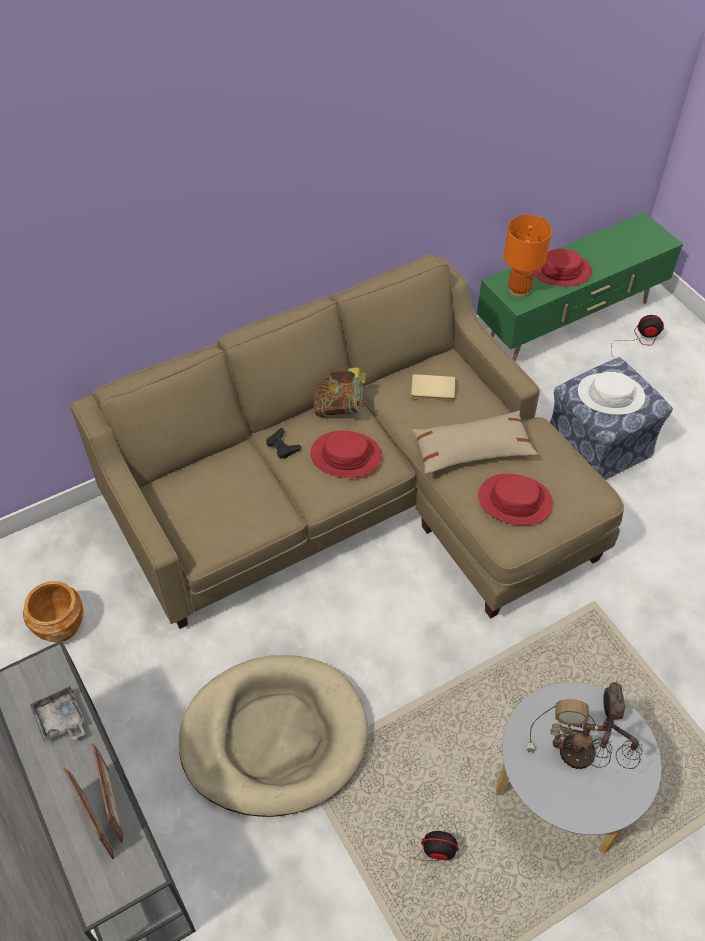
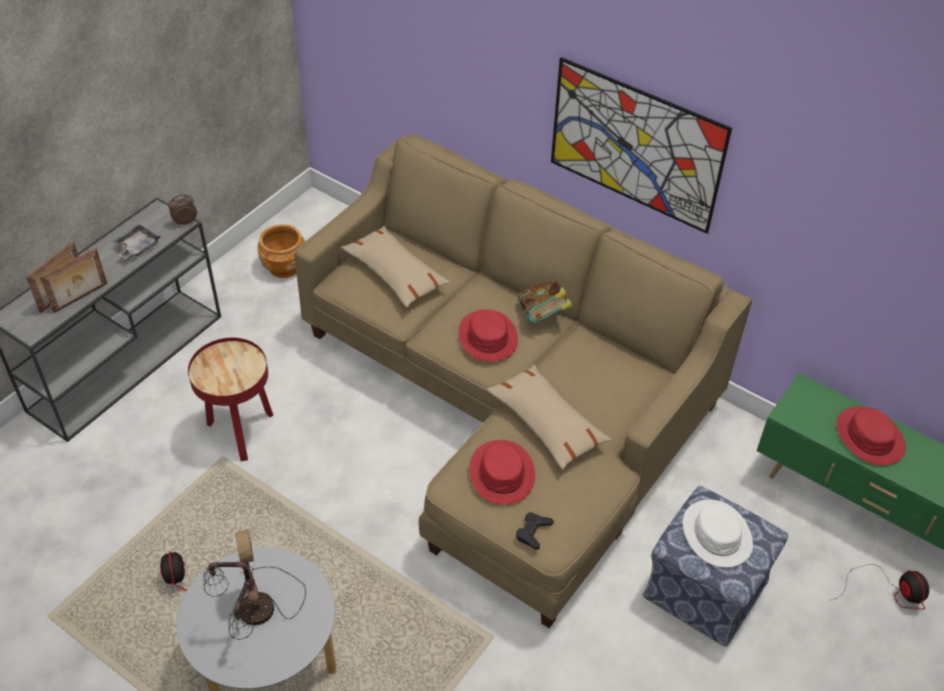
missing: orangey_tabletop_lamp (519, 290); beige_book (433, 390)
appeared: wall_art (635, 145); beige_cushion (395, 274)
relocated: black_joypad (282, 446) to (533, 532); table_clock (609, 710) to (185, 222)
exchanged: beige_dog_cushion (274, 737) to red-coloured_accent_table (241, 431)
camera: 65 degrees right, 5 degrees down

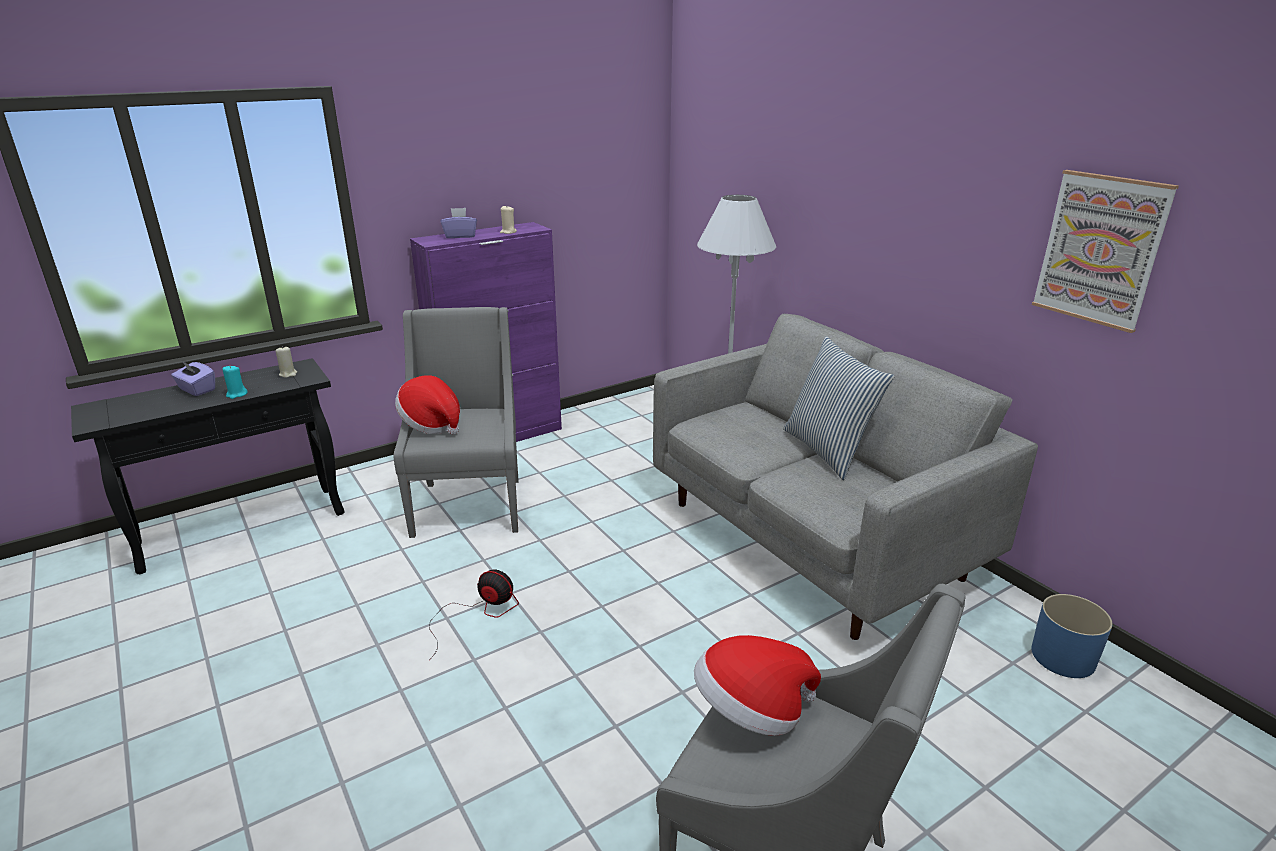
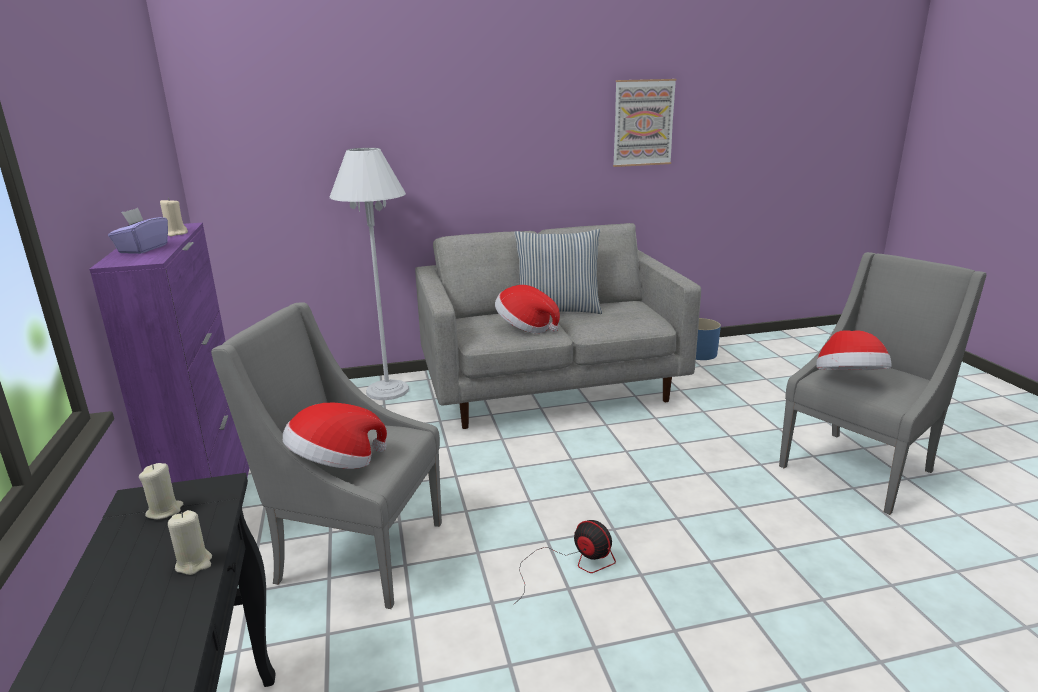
missing: purple_tissue_box (196, 390)
appeared: wearable_hat (525, 328)
colour: blue-green_wax_candle (236, 394) to beige_wax_candle (194, 563)
spun: fan (478, 614) = (571, 565) 90 degrees clockwise
camera: 70 degrees left, 5 degrees down

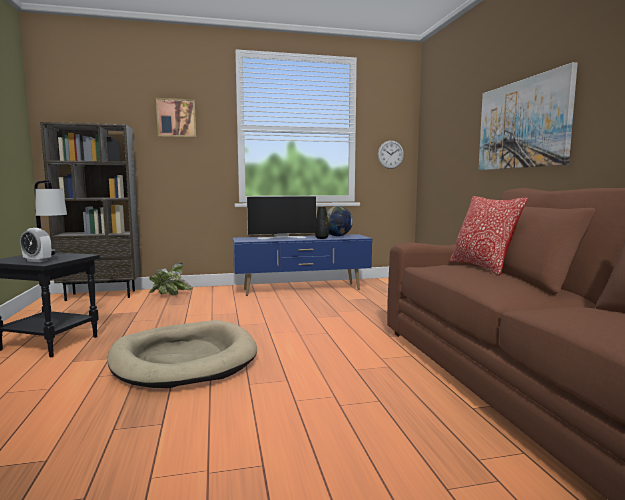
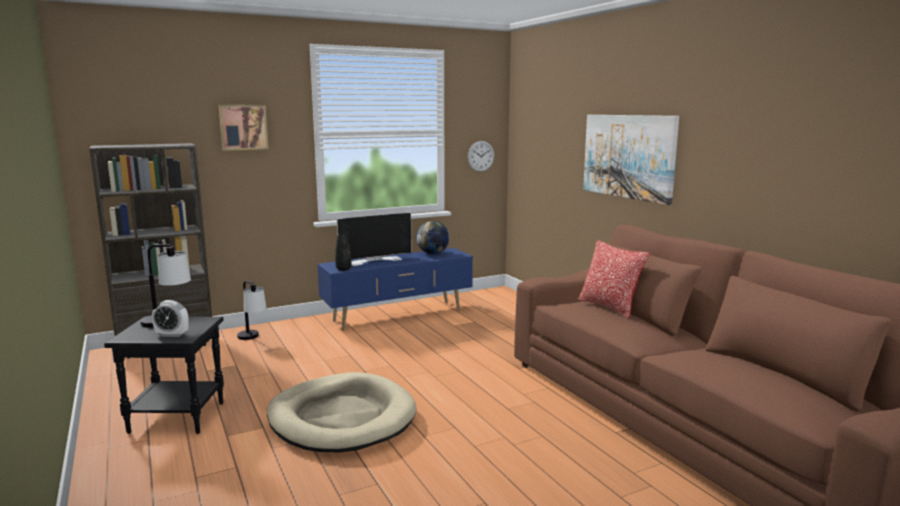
relocated: black_flower_vase (321, 238) to (343, 269)
exchanged: potted_plant (169, 296) to tabletop_lamp (253, 338)
camera: 15 degrees left, 5 degrees up

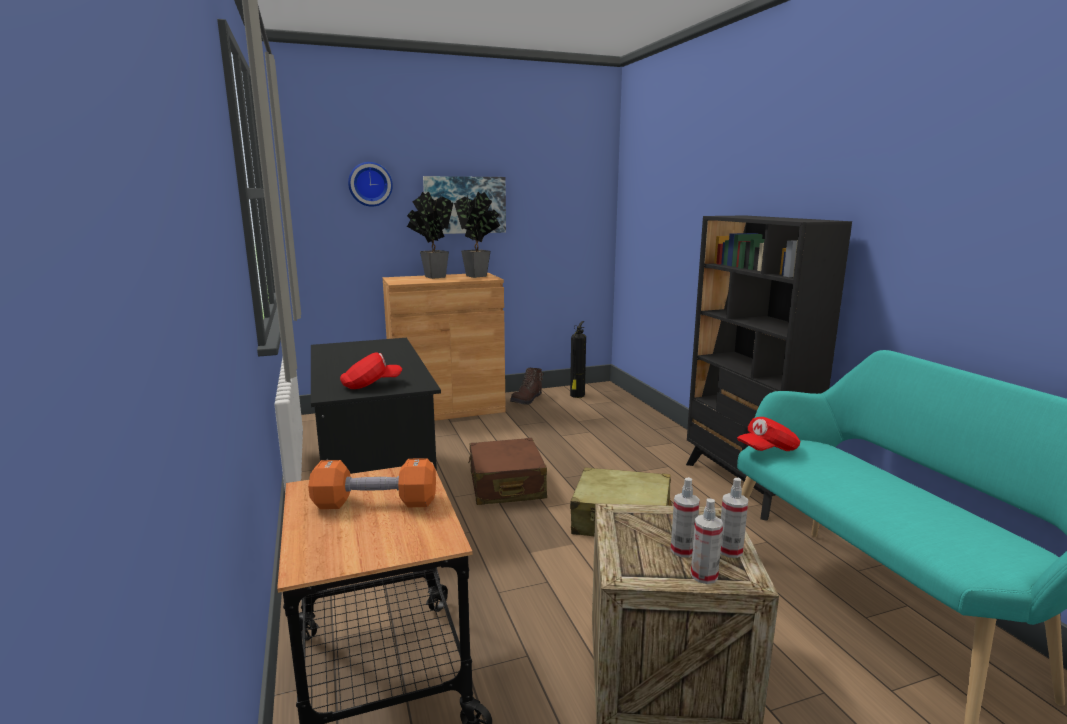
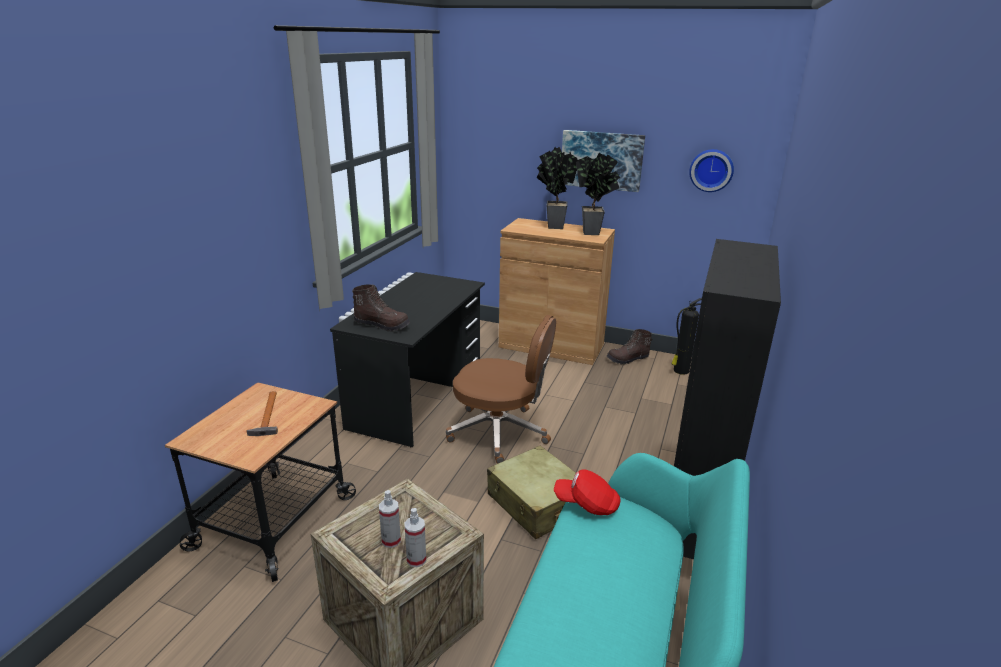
missing: hand_sprayer (704, 575)
relocated: hanging_clock (370, 184) to (711, 170)
exchanged: red-coloured_baseball_cap (371, 385) to brown-coloured_boot (382, 325); brown-coloured_piece_of_luggage (506, 485) to brown-coloured_desk_chair (500, 432); orangey_free_weight (375, 503) to hammer (267, 417)
camera: 40 degrees right, 10 degrees up

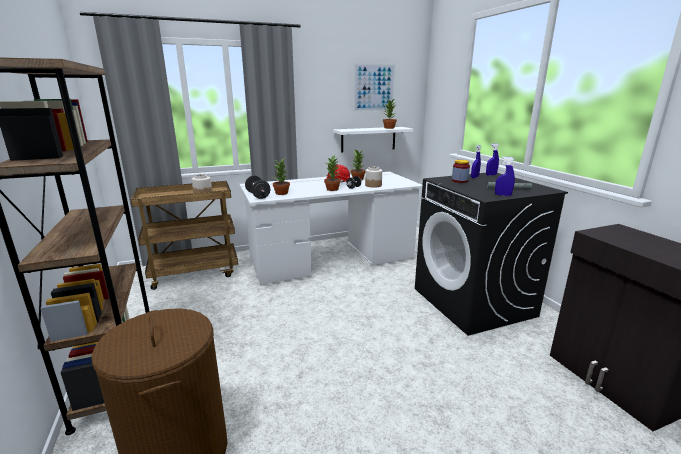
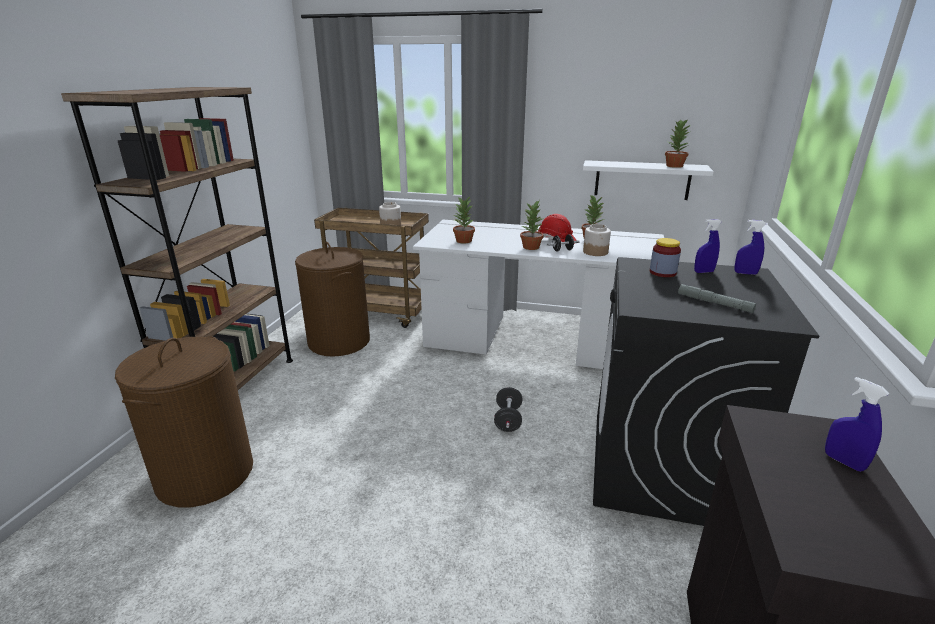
missing: wall_art (374, 87)
appeared: brown-coloured_hamper (339, 341)
relocated: blue-coloured_hand_sprayer (503, 195) to (843, 462); black_free_weight (258, 195) to (508, 420)
camera: 35 degrees right, 5 degrees up

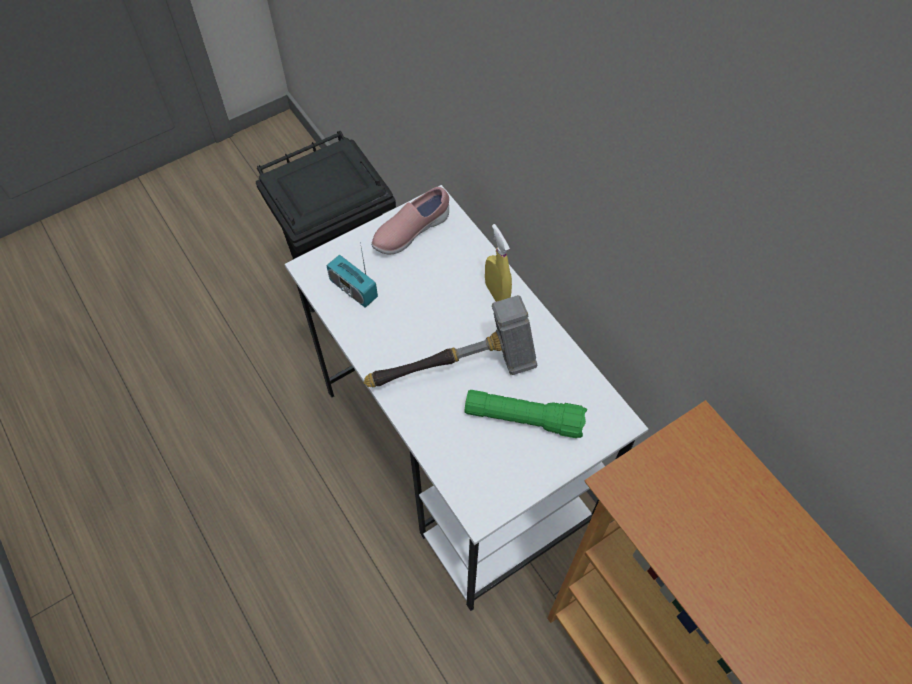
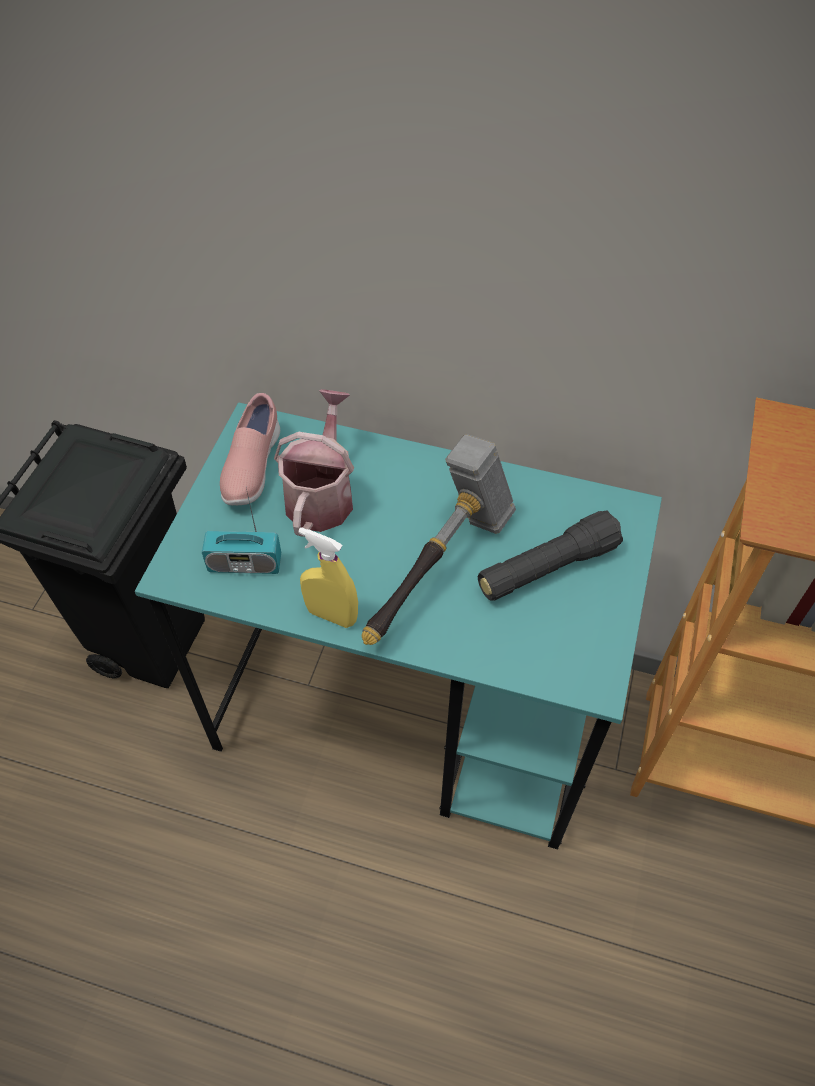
appeared: sprinkling_can (321, 494)
relocated: yellow-coloured_hand_sprayer (496, 294) to (331, 615)
colour: whitish_desk_unit (457, 458) to blue-green_desk_unit (410, 712); green-coloured_torch (523, 419) to black_torch (547, 568)
camera: 40 degrees left, 5 degrees down

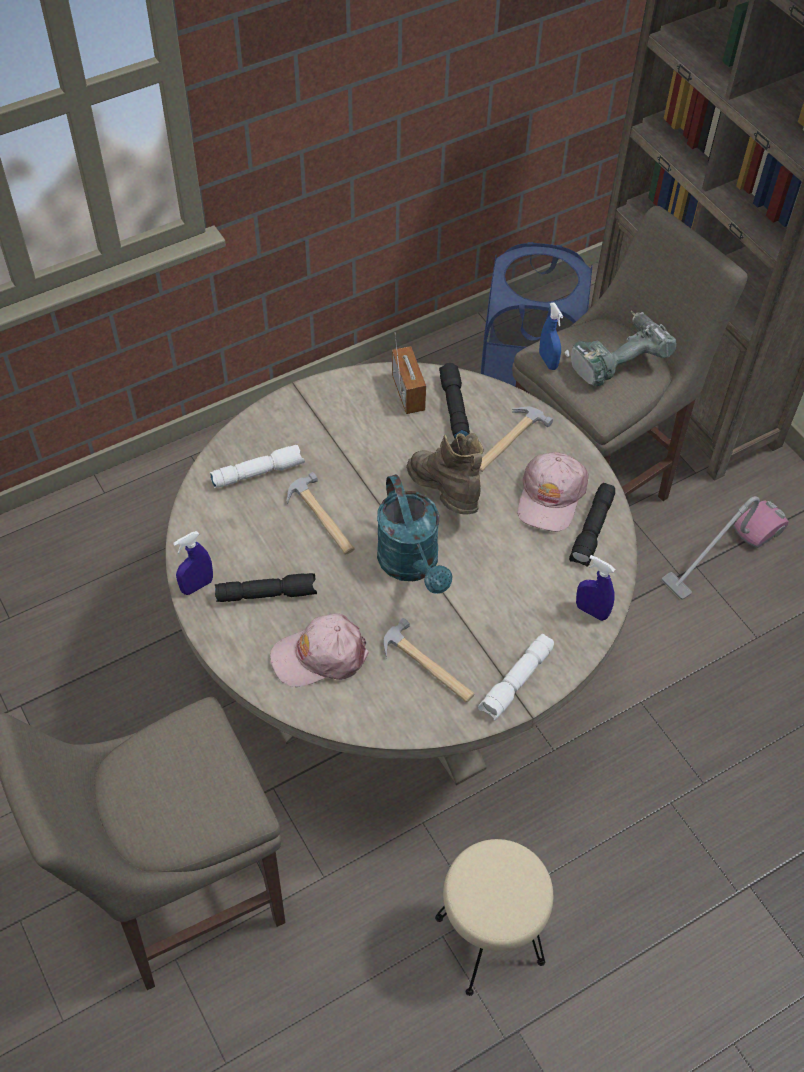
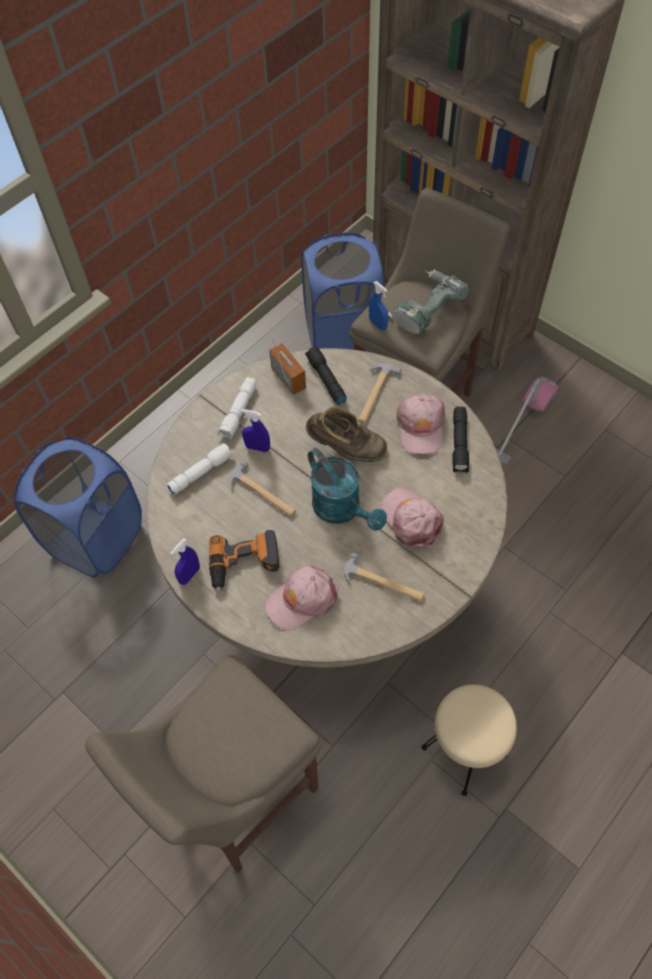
appeared: blue-coloured_hamper (97, 538); pinkish_baseball_cap (411, 519)
relocated: blue-coloured_hand_sprayer (591, 611) to (257, 447); whitish_torch (517, 682) to (239, 413)
exchanged: black_torch (267, 593) to drill (244, 564)
spun: brown-coloured_boot (445, 496) = (346, 449) 150 degrees clockwise
camera: 15 degrees left, 5 degrees up

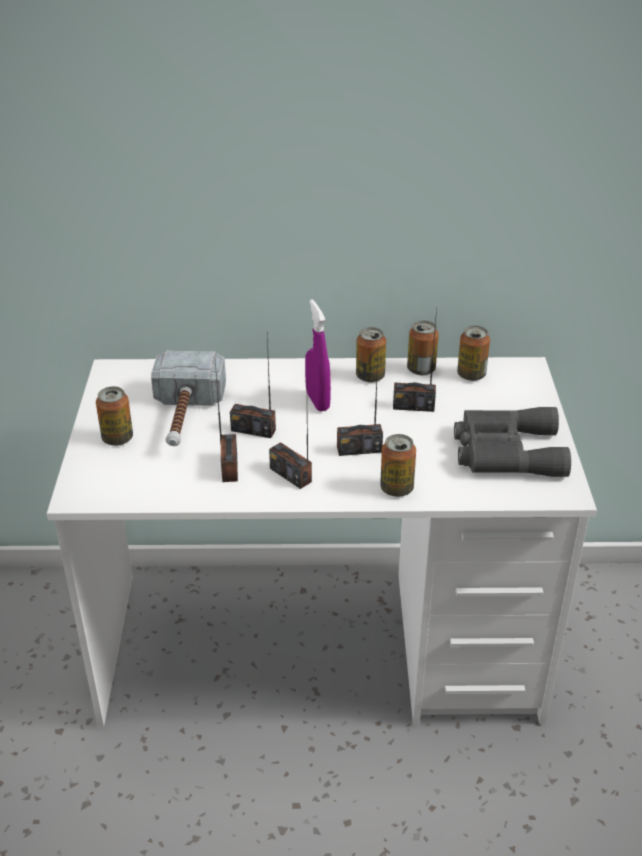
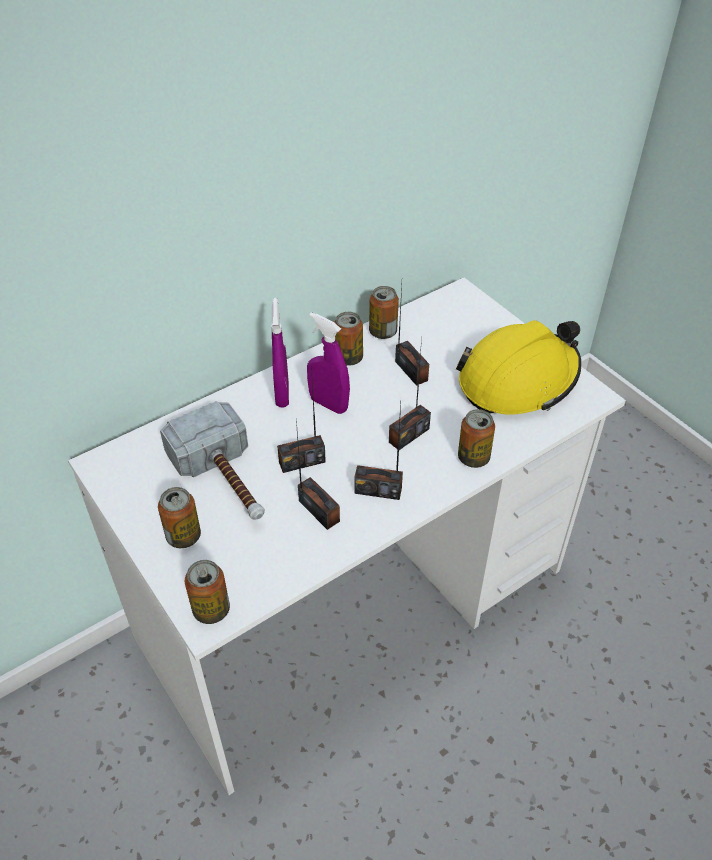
appeared: purple_hand_sprayer (282, 394)
relocated: can (471, 375) to (211, 610)
exchanged: grey_field_glasses (505, 451) to yellow-coloured_work_helmet (518, 380)
spun: radio_set (413, 406) = (411, 371) 90 degrees counterclockwise
camera: 35 degrees left, 10 degrees up

